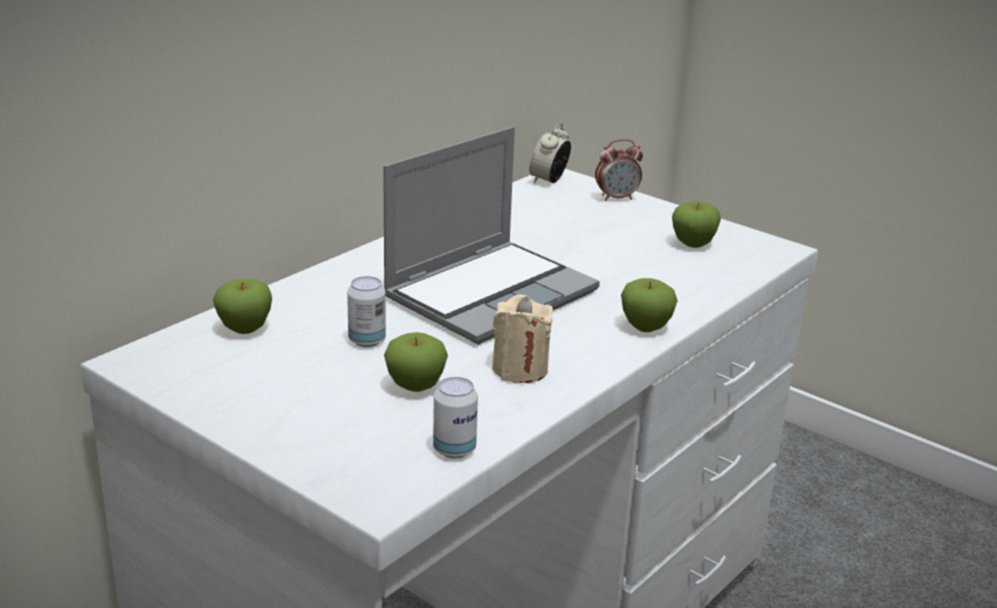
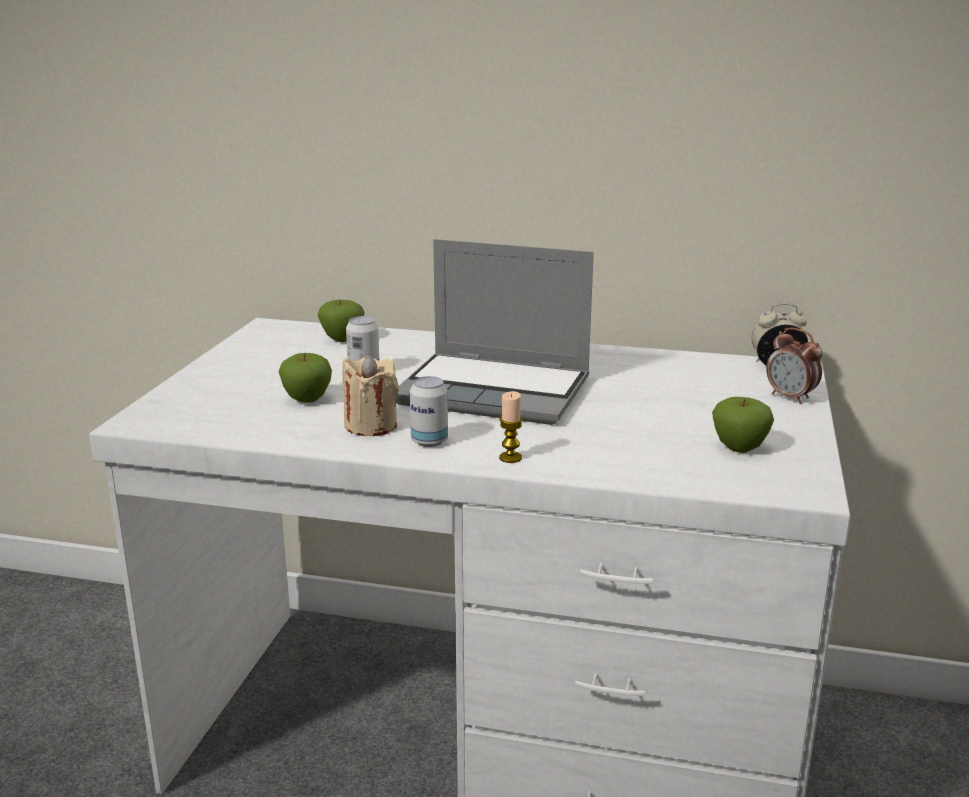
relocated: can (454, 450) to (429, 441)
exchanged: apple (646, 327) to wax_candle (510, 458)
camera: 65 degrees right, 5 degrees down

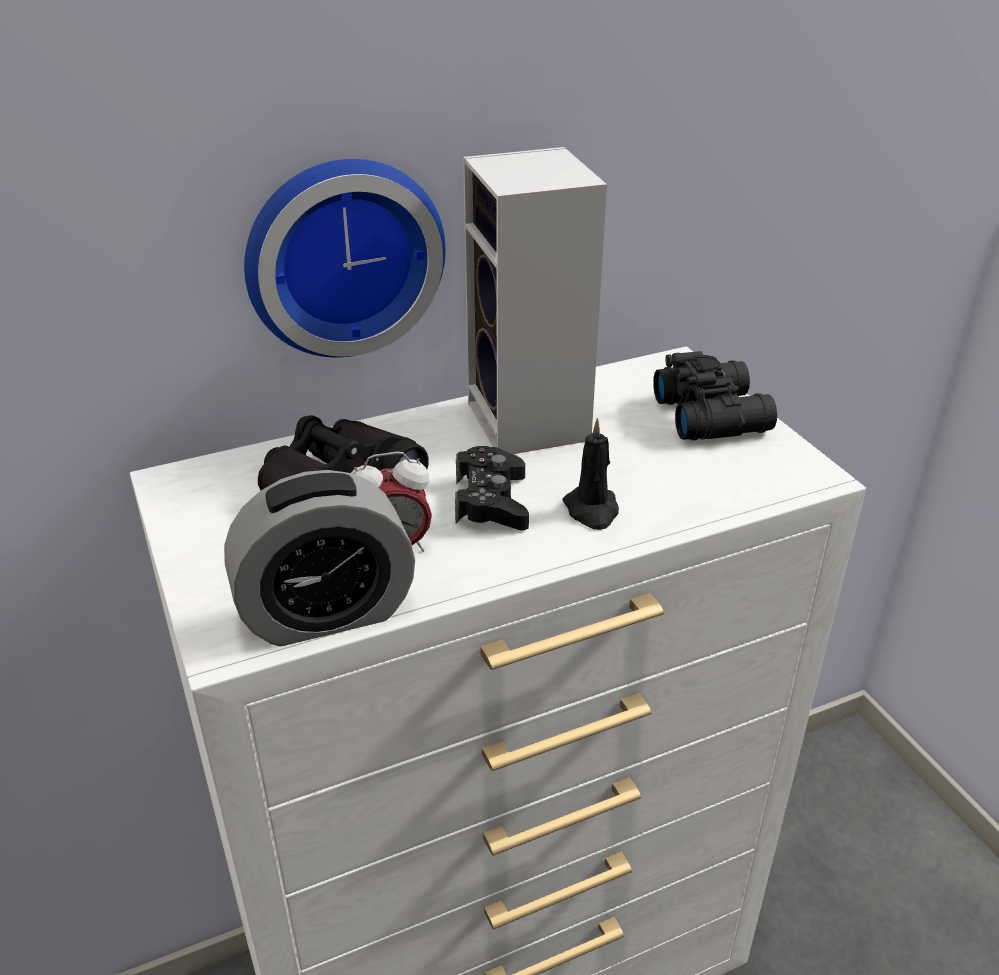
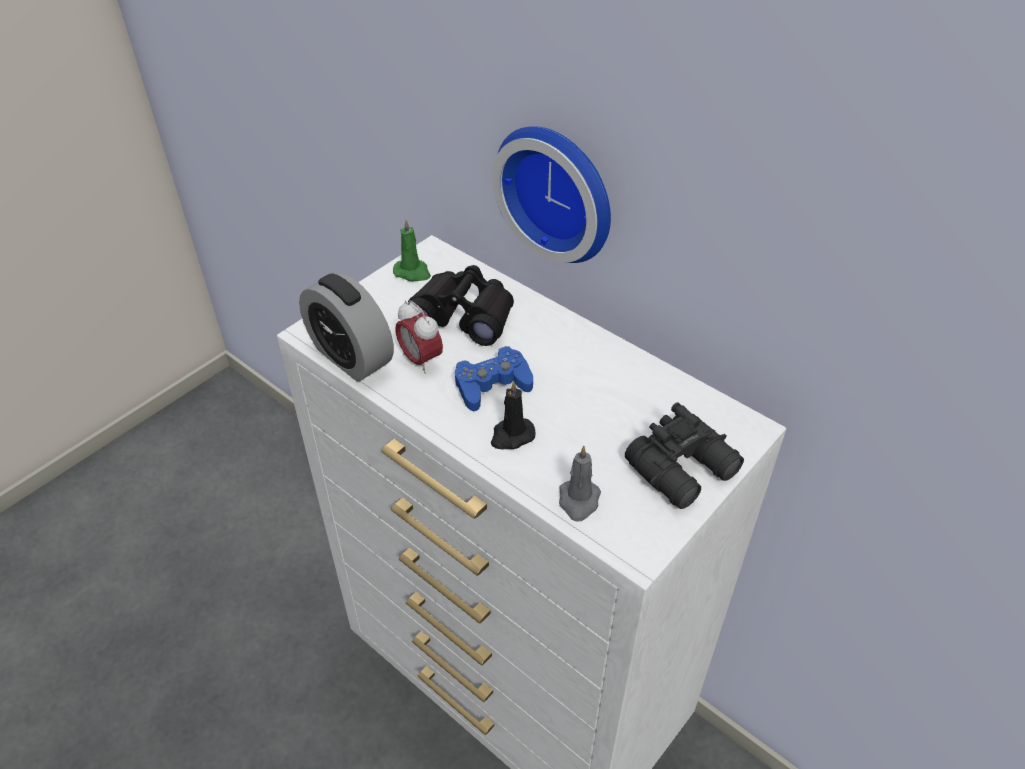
missing: speaker (532, 423)
appeared: green-coloured_wax_candle (412, 272); grey_wax_candle (579, 501)
colour: black_joypad (491, 501) to blue-coloured_joypad (492, 385)
camera: 65 degrees right, 10 degrees up

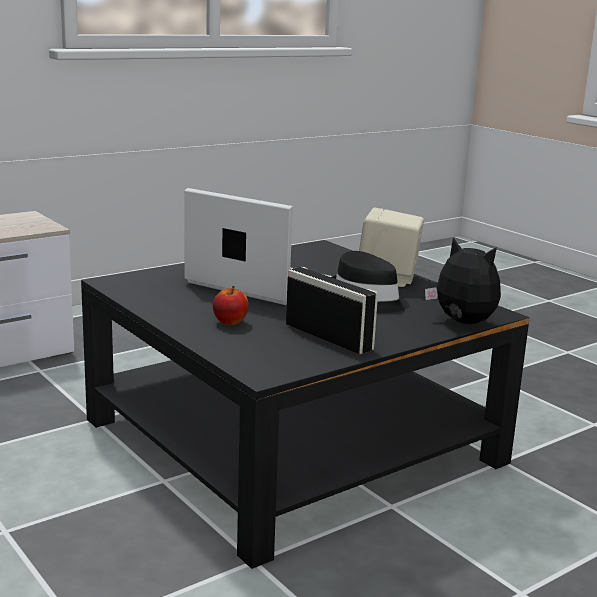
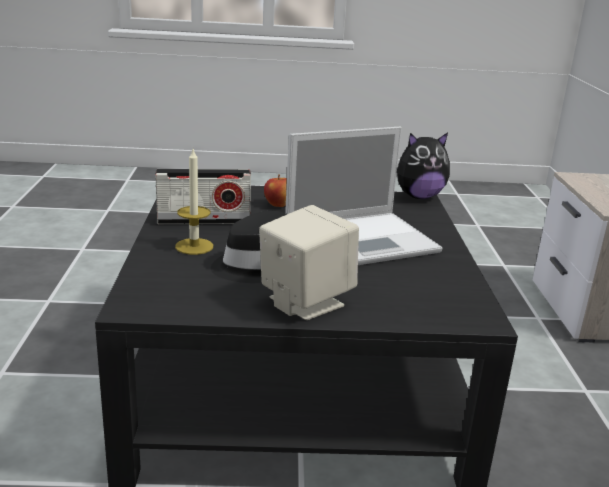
appeared: wax_candle (194, 246)
relocated: plush_toy (462, 323) to (418, 196)
camera: 125 degrees right, 5 degrees up

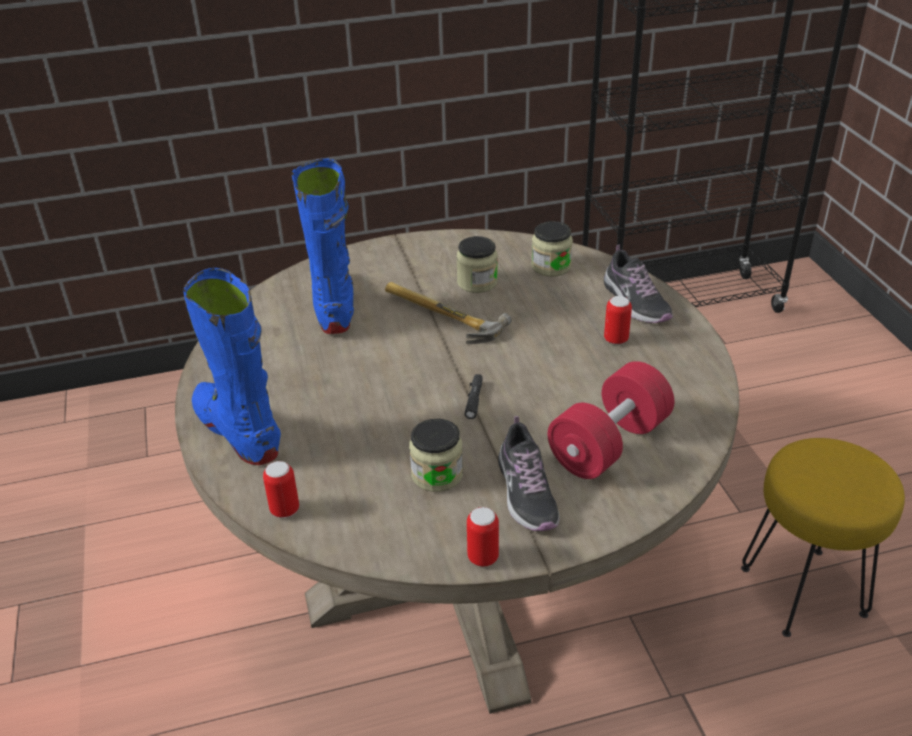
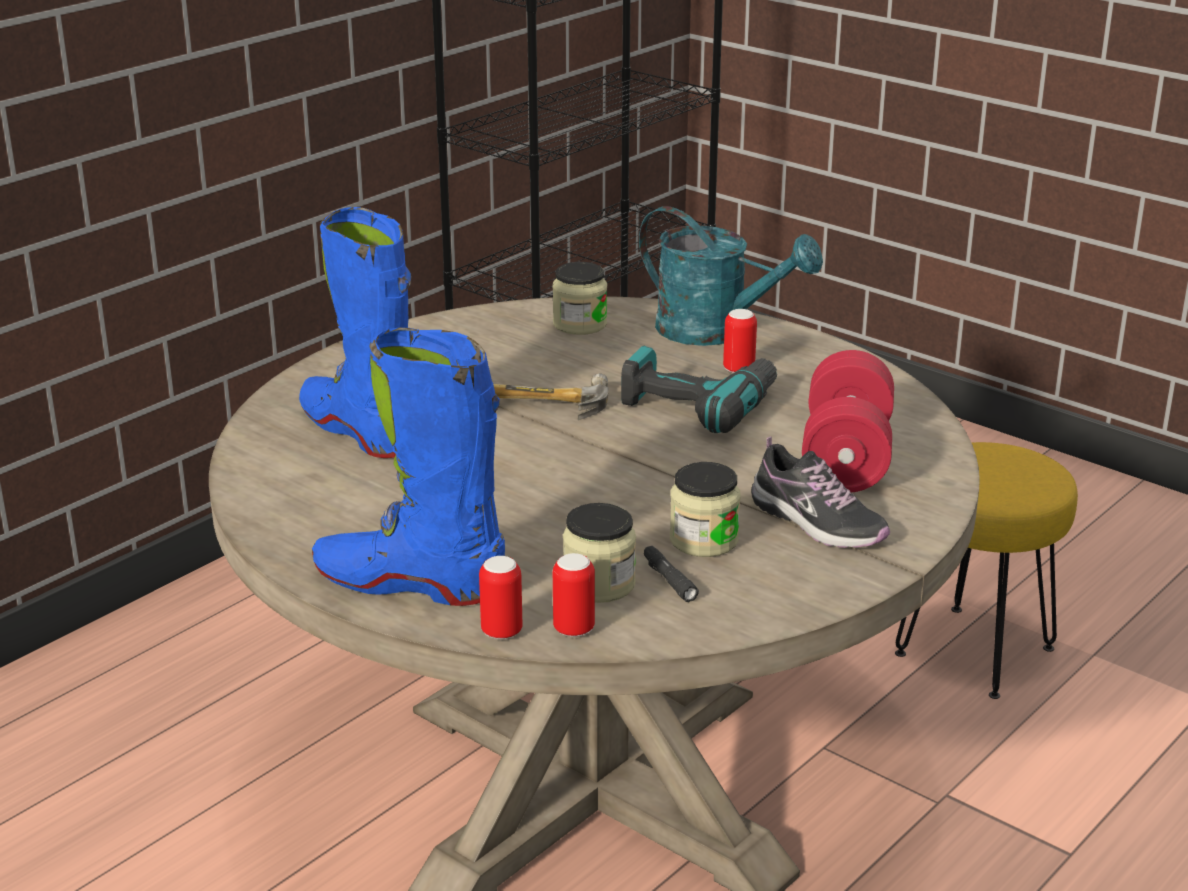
appeared: drill (698, 403)
relocated: preserve_jar (477, 282) to (599, 584); black_torch (474, 400) to (668, 580); can (483, 557) to (501, 631)
exchanged: shoe (635, 302) to blue-green_sprinkling_can (717, 332)
camera: 35 degrees left, 10 degrees down

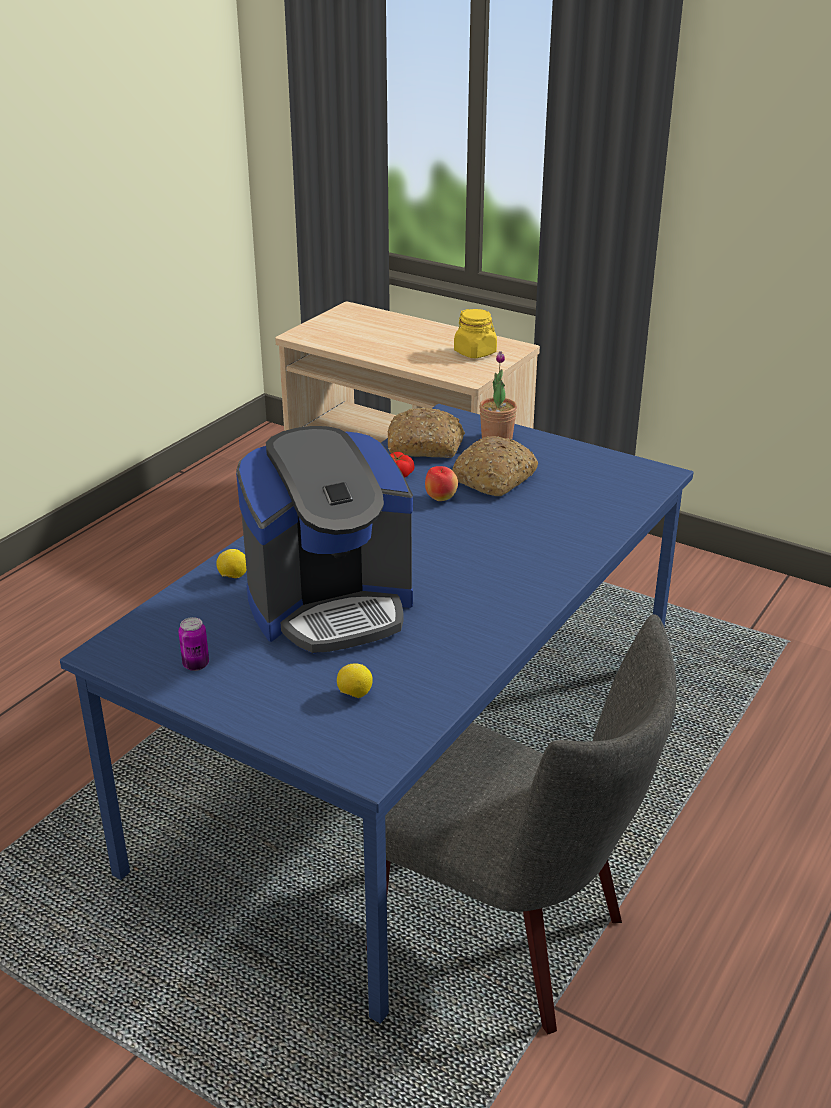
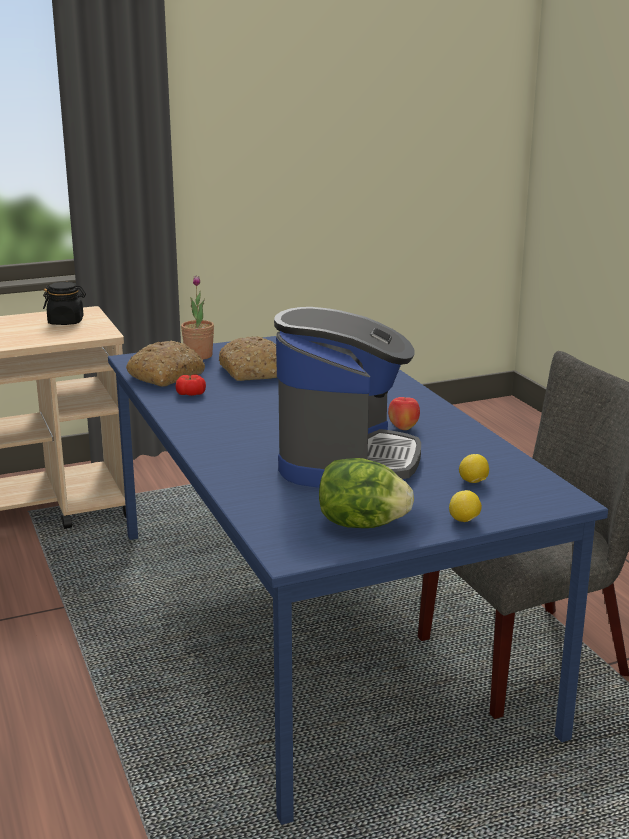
relocated: apple (441, 498) to (403, 428); whole_lemon (233, 577) to (464, 521)
exchanged: can (196, 665) to head_of_lettuce (361, 524)
colour: yellow-coloured_preserve_jar (475, 353) to black_preserve_jar (66, 322)
camera: 55 degrees left, 10 degrees down

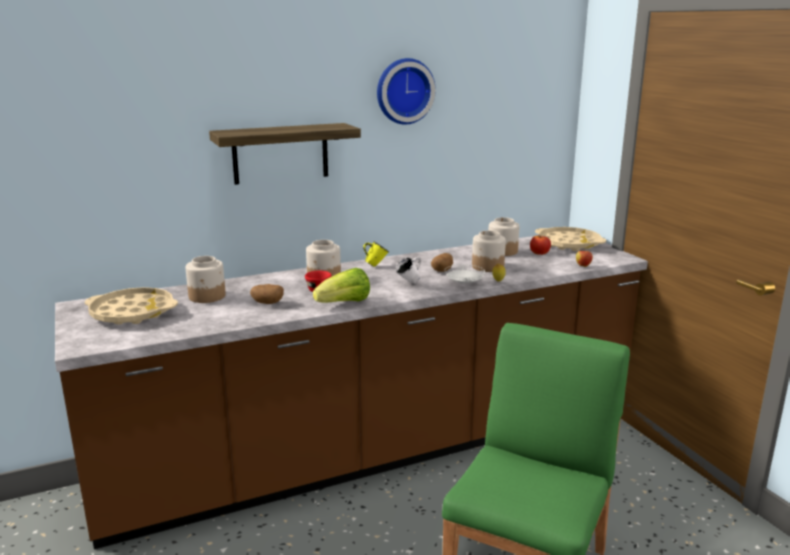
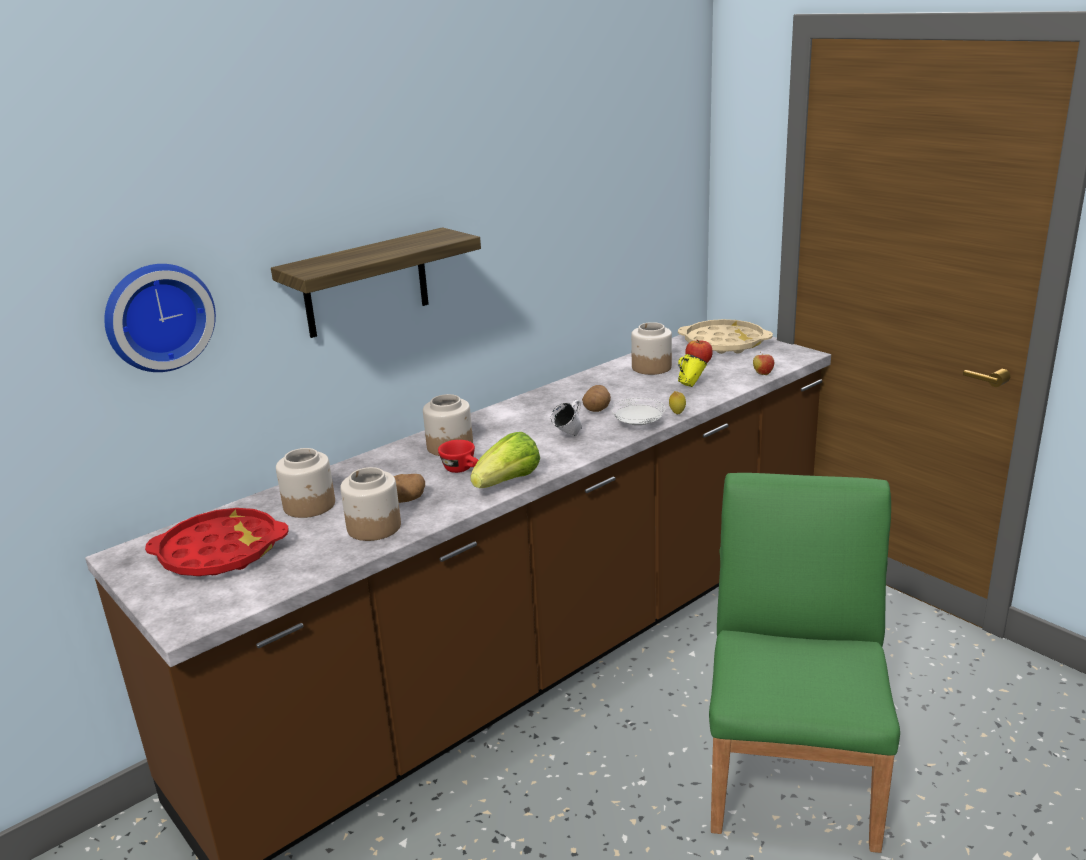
relocated: hanging_clock (404, 91) to (157, 316); preserve_jar (487, 266) to (373, 527); yellow-coloured_tea_mug (375, 265) to (690, 384)
colour: beige_tray (132, 313) to red-coloured_tray (220, 552)
camera: 15 degrees left, 5 degrees up

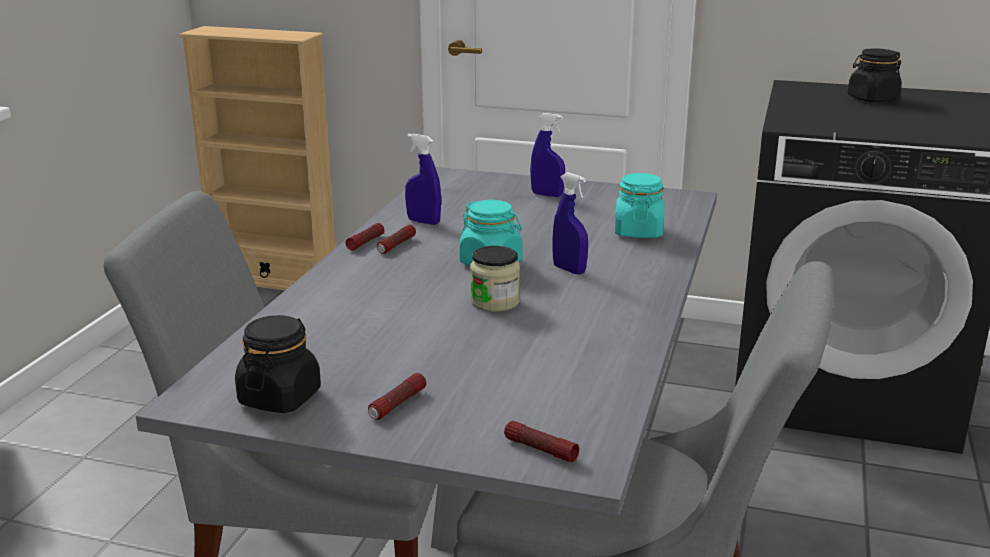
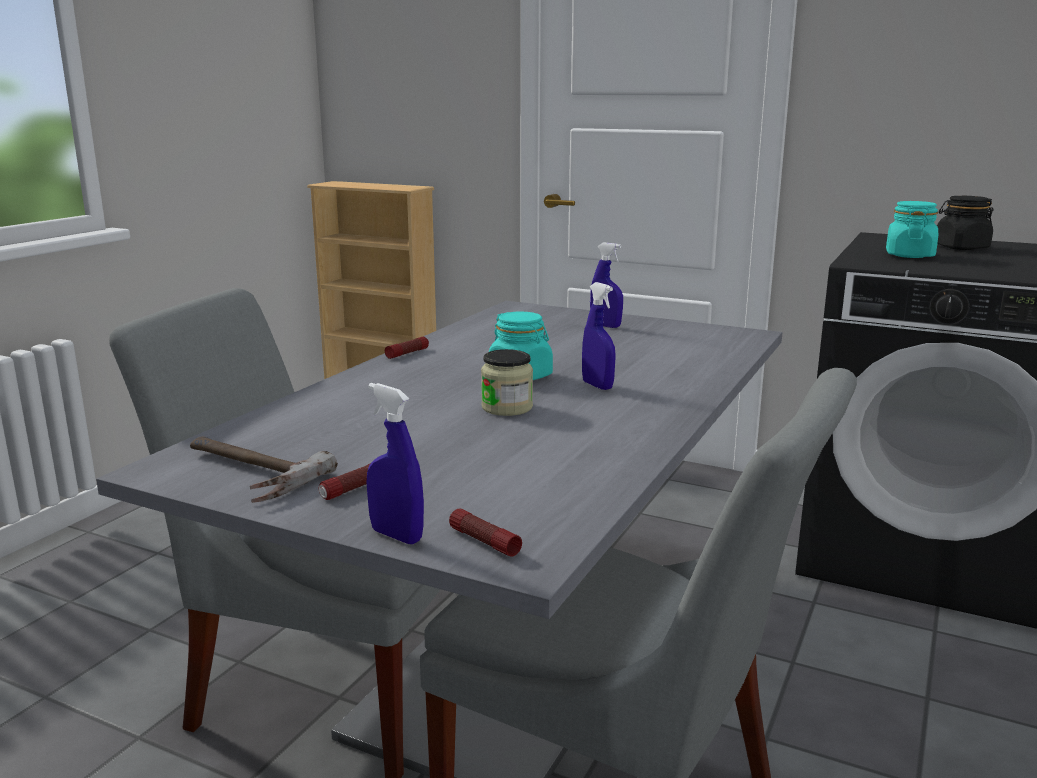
missing: torch (396, 245)
relocated: blue-coloured_hand_sprayer (423, 222) to (396, 535); blue-green_preserve_jar (638, 232) to (909, 255)
exchanged: black_preserve_jar (280, 397) to hammer (243, 473)
camera: 10 degrees right, 5 degrees down

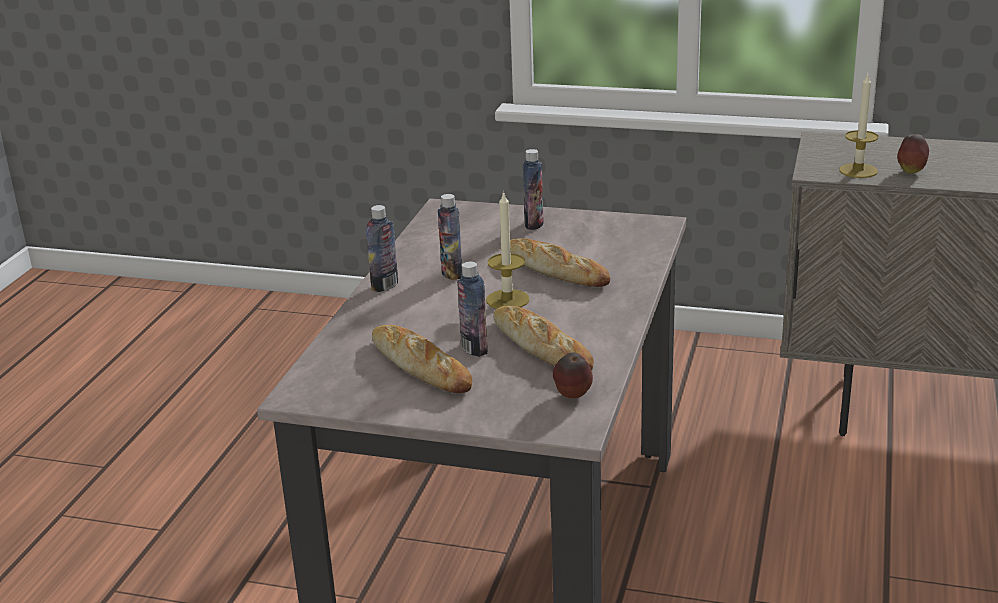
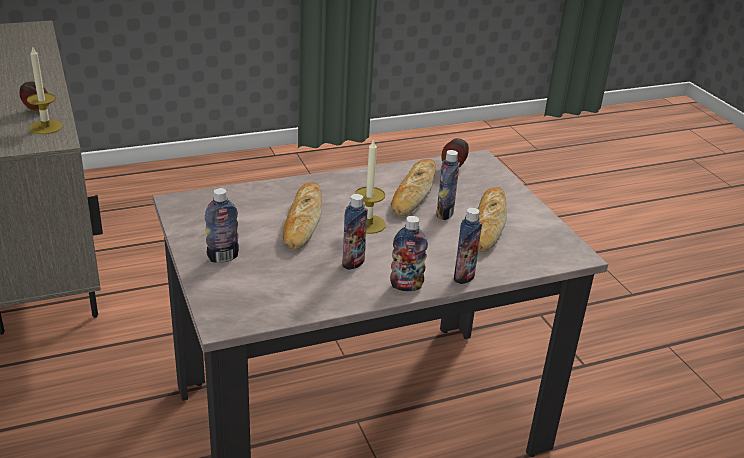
appeared: drink_bottle (464, 276)
camera: 130 degrees left, 5 degrees up

